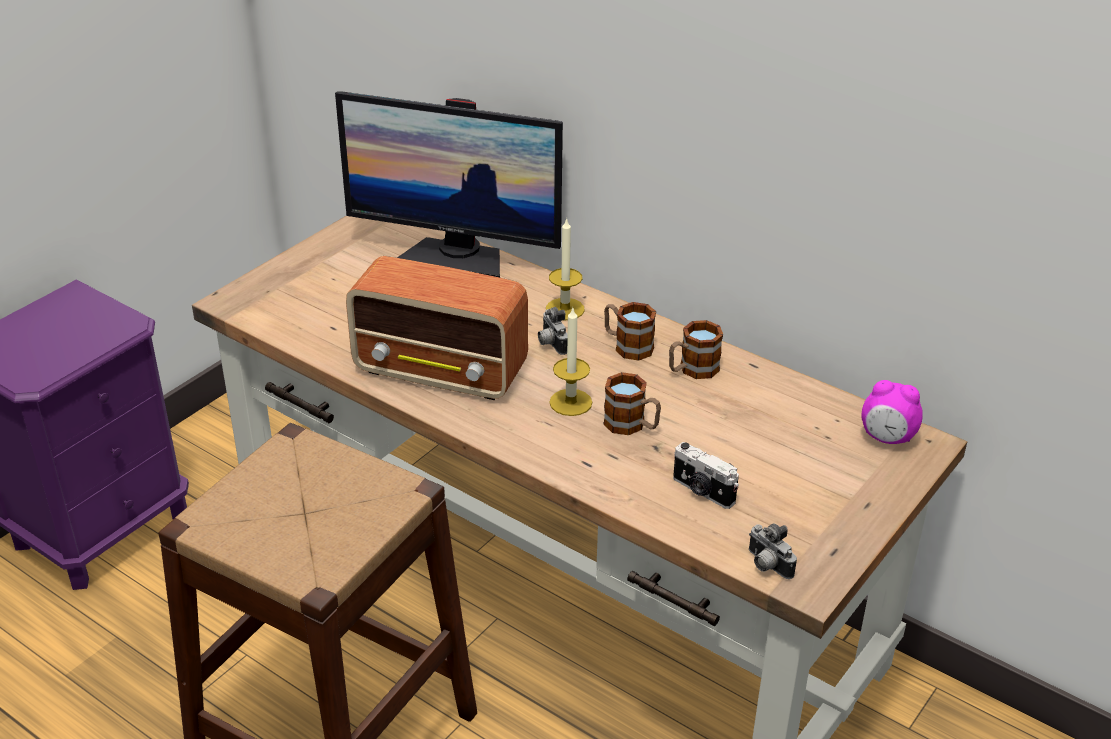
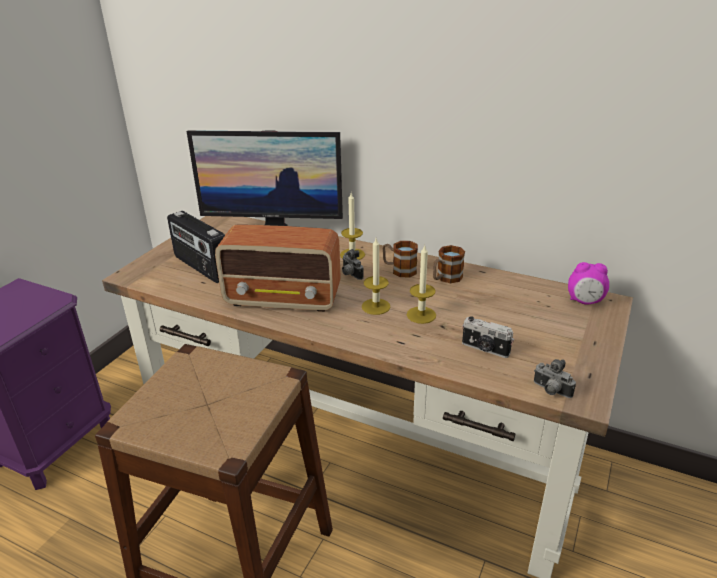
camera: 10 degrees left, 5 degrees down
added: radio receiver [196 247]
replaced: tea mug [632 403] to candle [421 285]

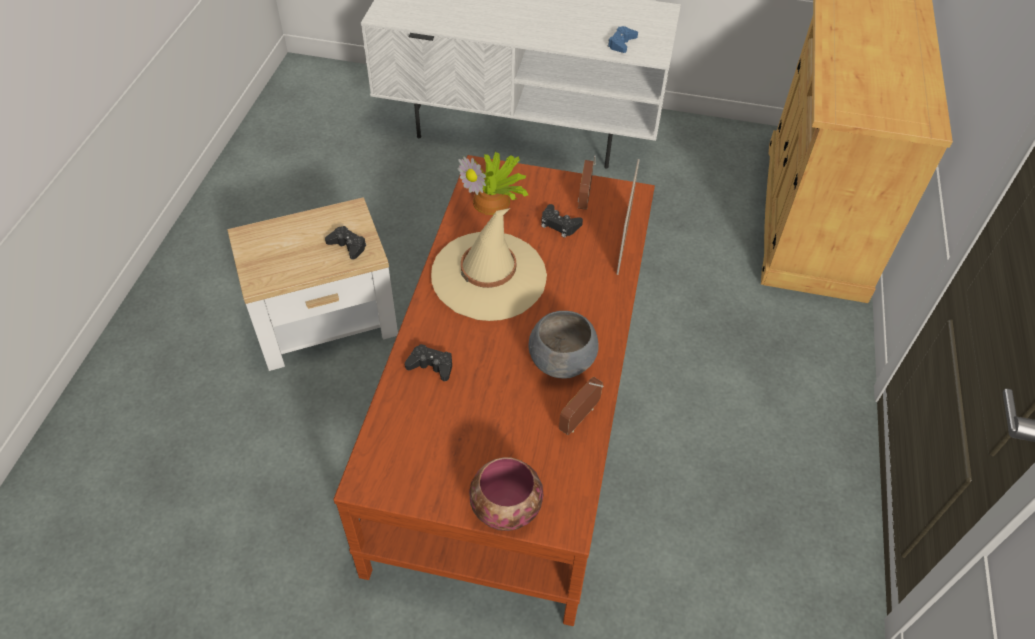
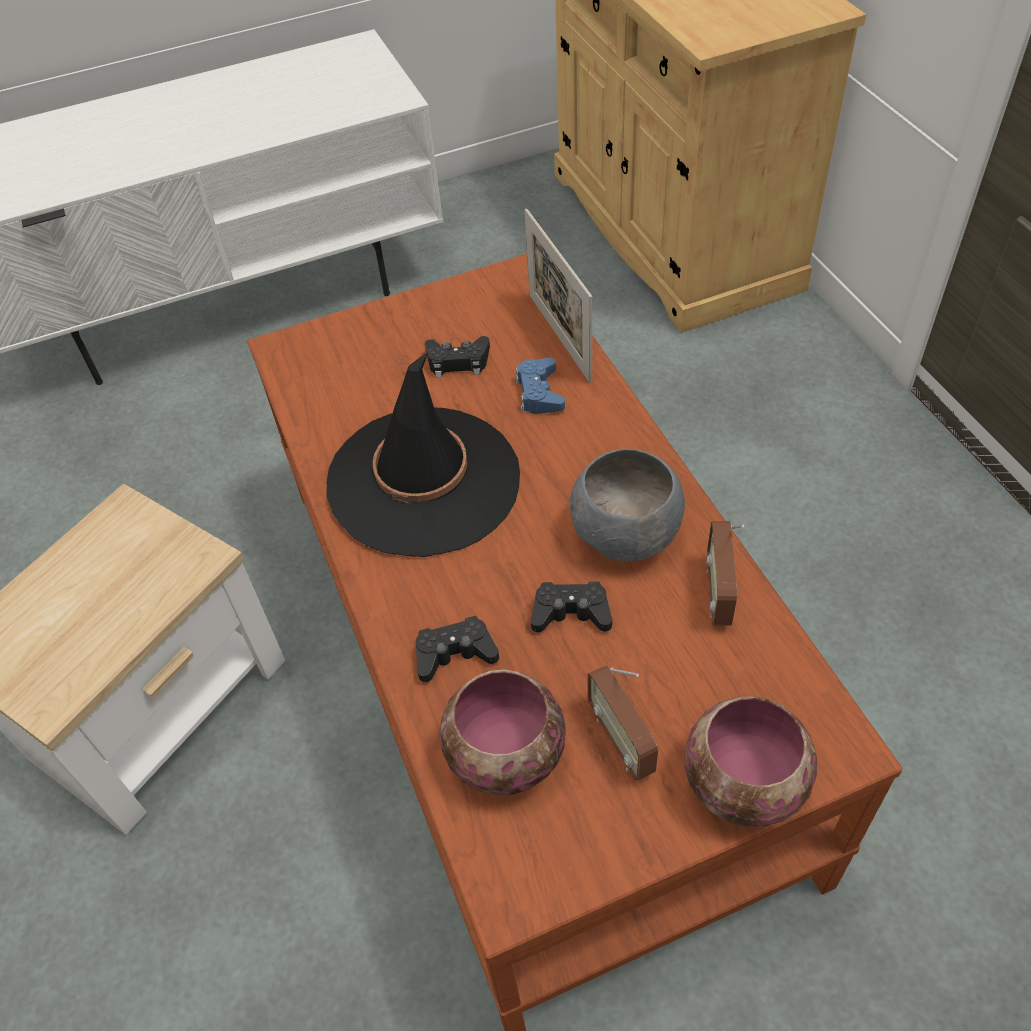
camera: 30 degrees left, 0 degrees up
removed: houseplant [492 183]
added: deep dish [502 732]
moved: gamepad (black-coloured) [345 243] to [571 607]; radio receiver [587 183] to [622 723]; gamepad (blue) [623 39] to [540 386]
recoloured: hat (beige) [489 264] to hat (black-coloured) [423 454]

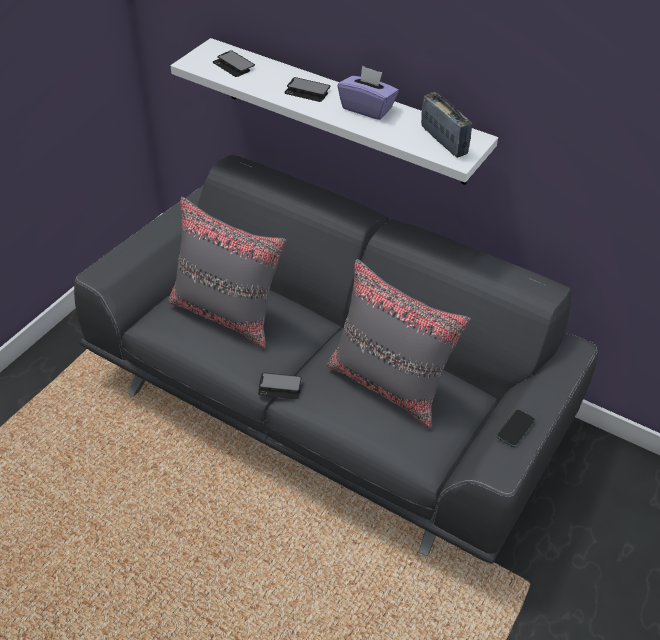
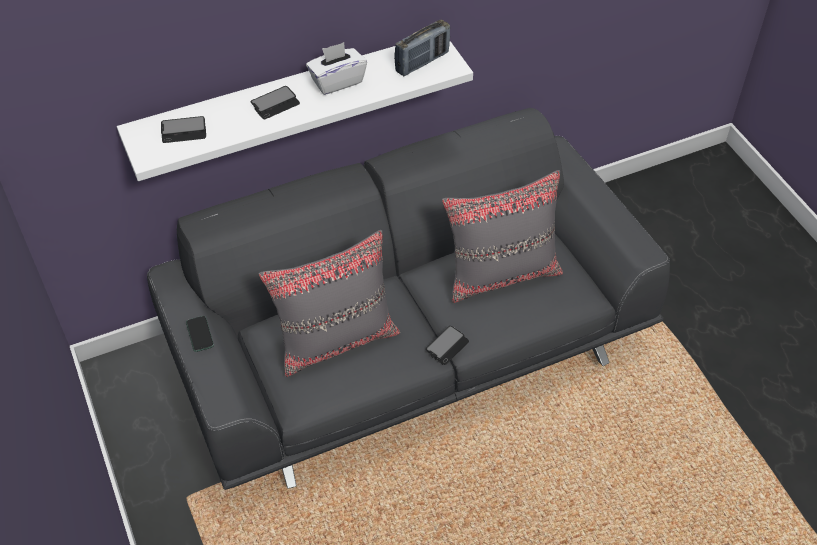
camera: 55 degrees left, 5 degrees up
moved: telephone [515 428] to [200 334]
recoloured: box of tissues (purplish) [368 93] to box of tissues (white) [336 68]
turned: radio receiver [446 125] = [422 48] 135 degrees clockwise

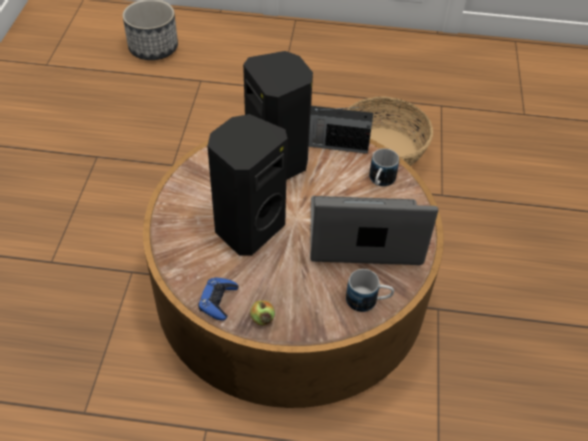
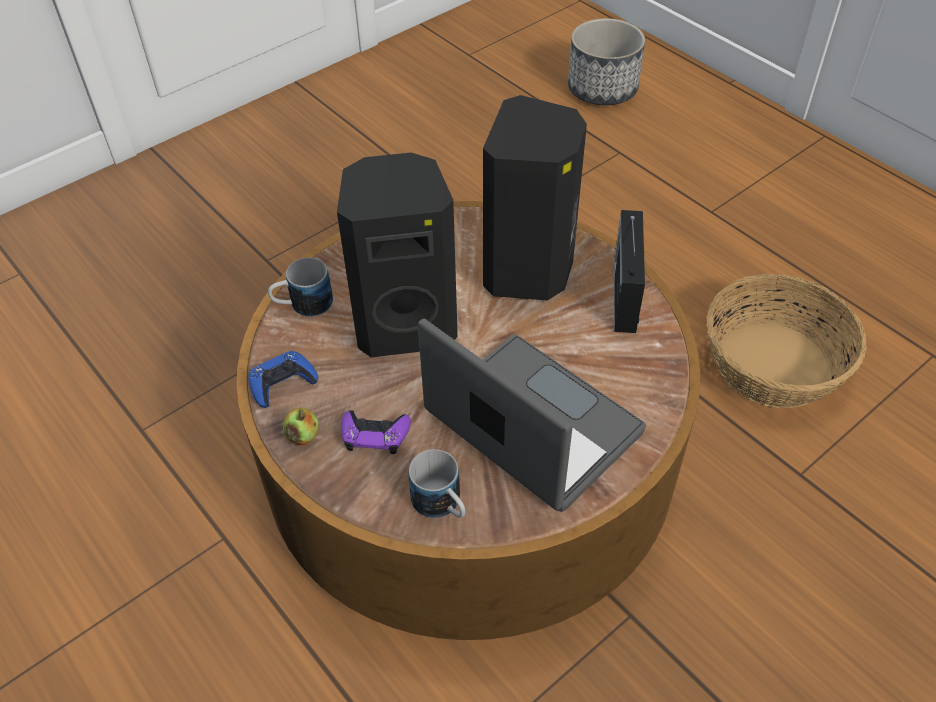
camera: 45 degrees right, 0 degrees up
added: gamepad (purplish) [376 432]
moved: tea mug [384 167] to [300 287]
turned: radio receiver [341 130] = [629 271] 45 degrees clockwise

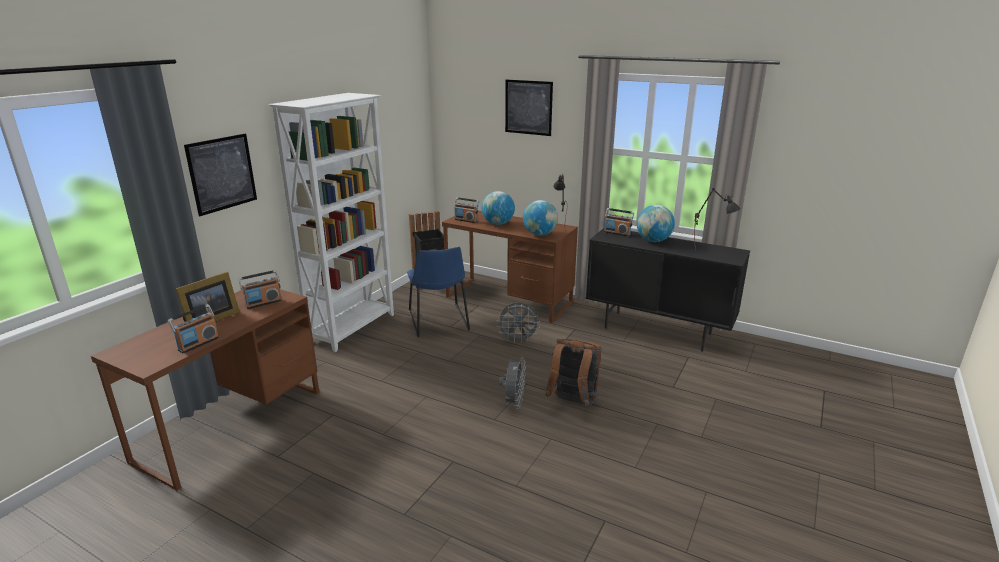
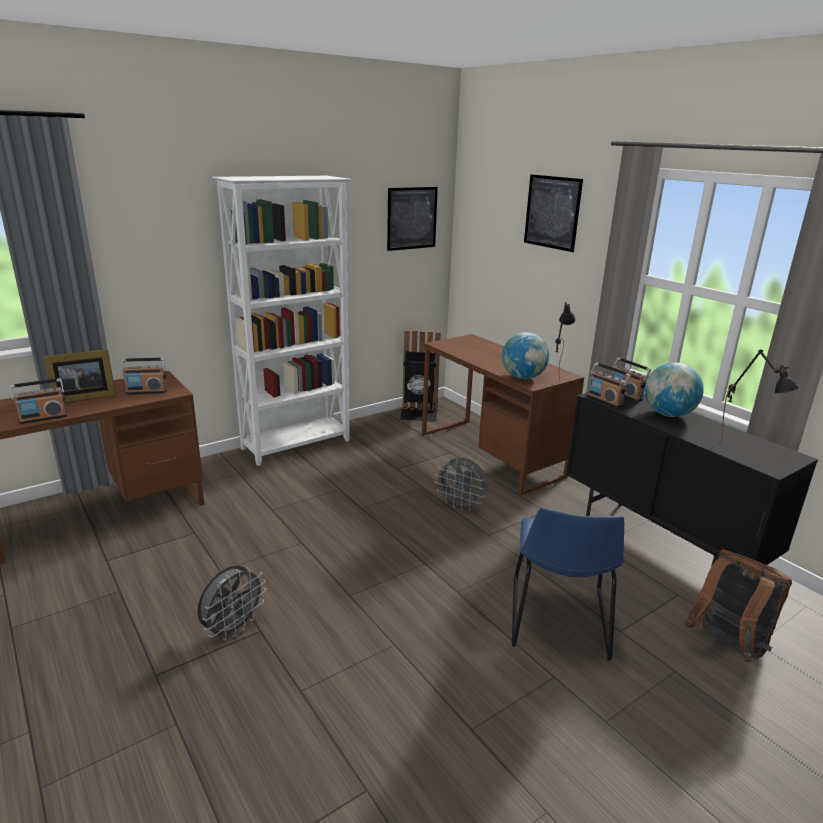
camera: 25 degrees right, 0 degrees up
removed: globe [498 208]
moved: wall art [220 175] to [412 219]; plain chair (blue) [438 292] to [568 583]; radio receiver [466 210] to [608 385]; cooling fan (greyish) [512 383] to [231 603]; knapsack (brown) [573 372] to [738 605]

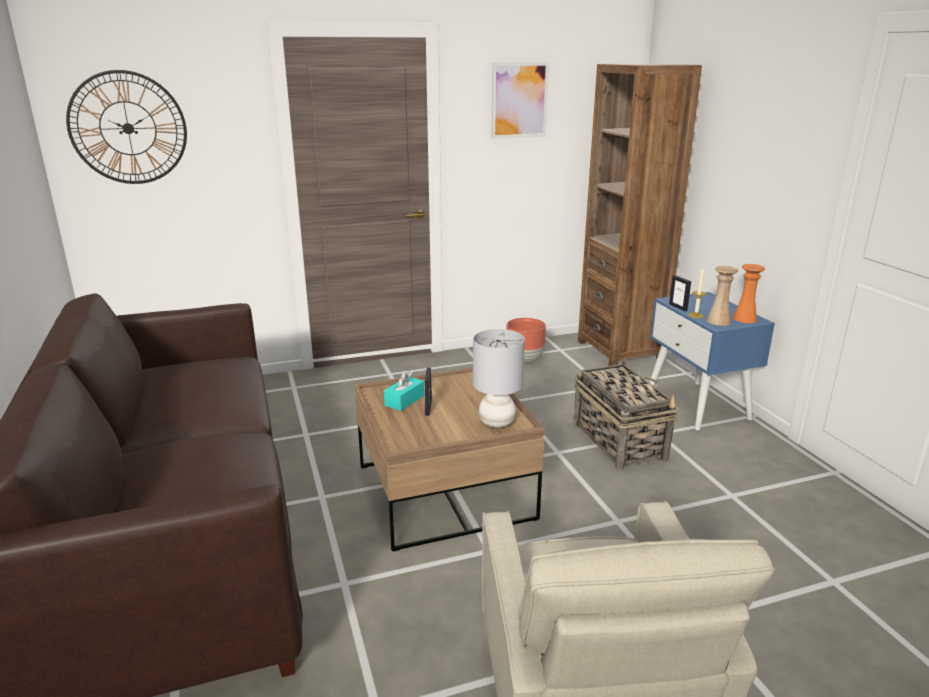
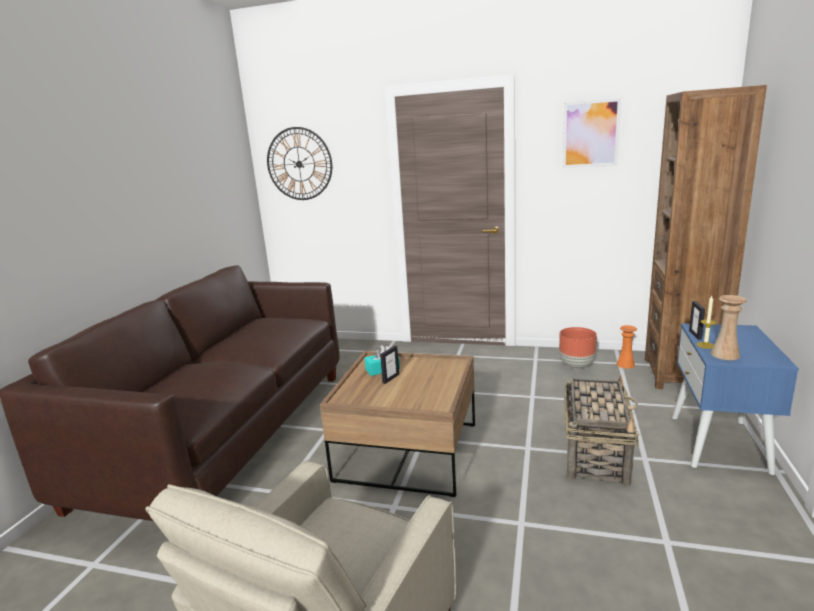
camera: 35 degrees right, 5 degrees down
removed: table lamp (greyish) [499 378]
moved: decorative vase (orange) [749 293] to [627 347]

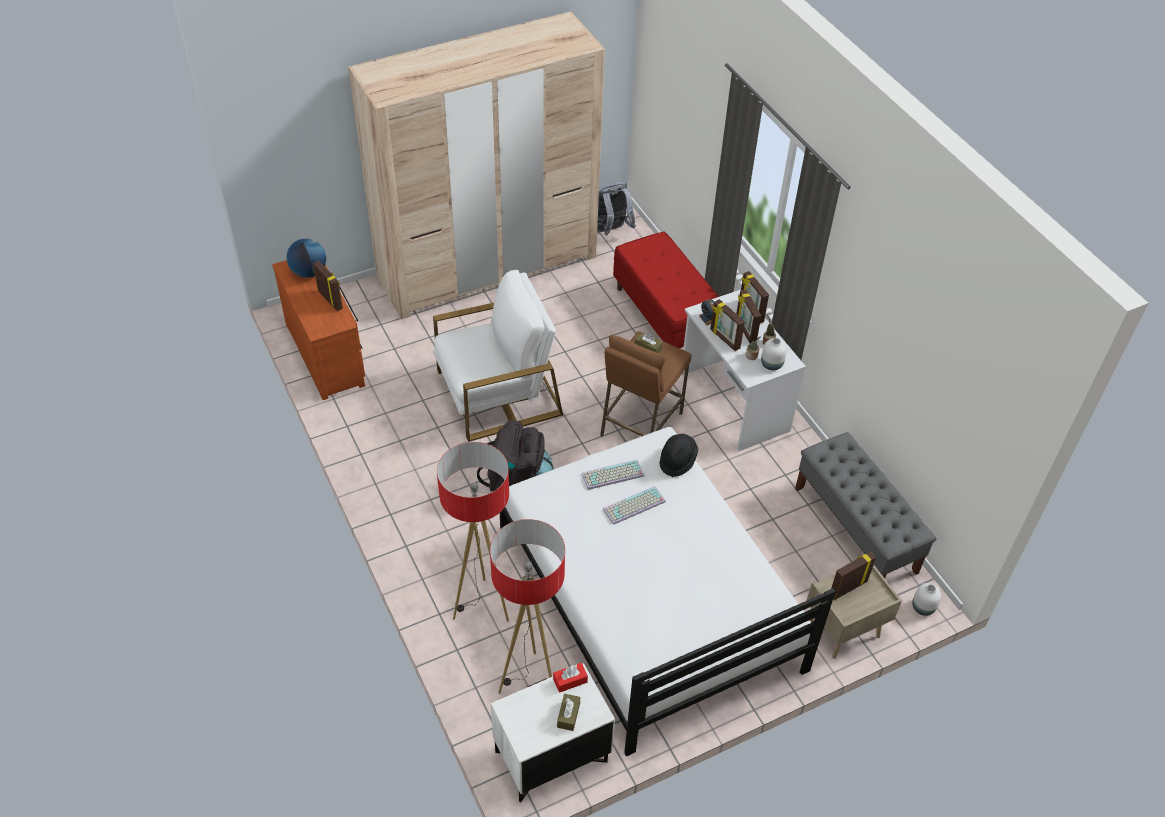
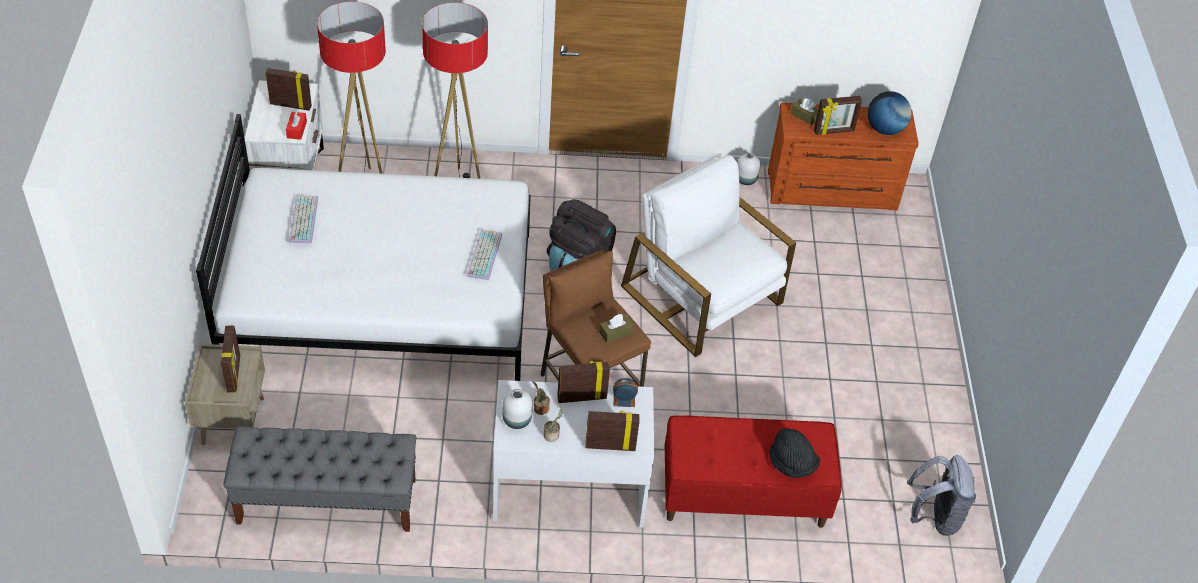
camera: 115 degrees right, 0 degrees up
removed: clothes cupboard (beige) [476 165]
moved: box of tissues (brown) [568 712] to [804 112]; computer keyboard [634 505] to [303 219]; hat (black-coloured) [679 455] to [794 453]; picture frame [748 316] to [289 89]; decorative vase (white) [926 599] to [749 169]
turned: armchair (white) [498 356] = [708 255] 135 degrees clockwise

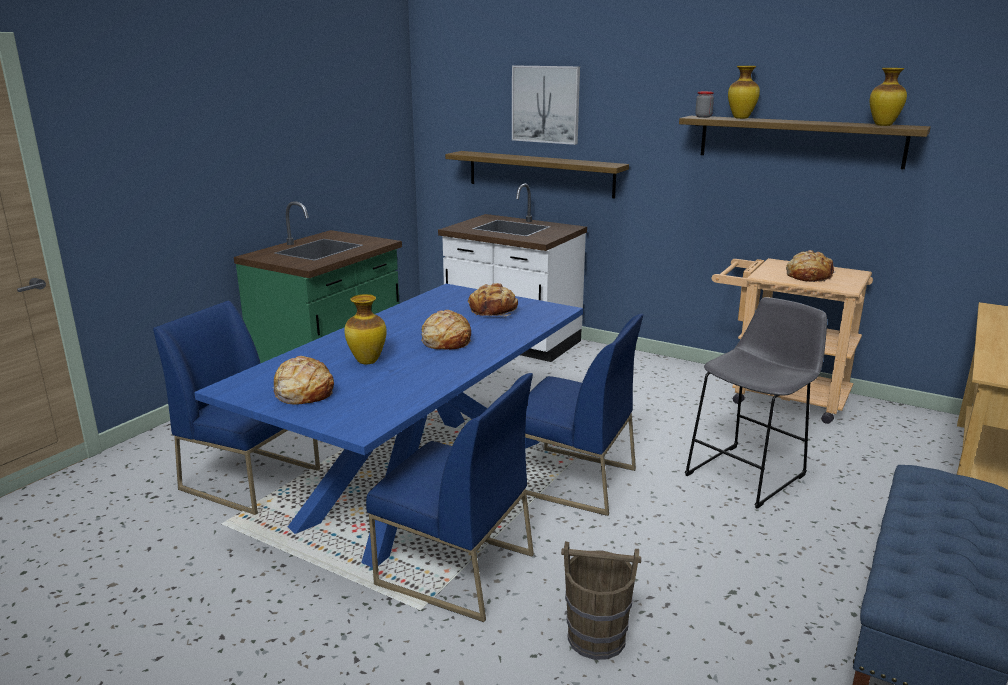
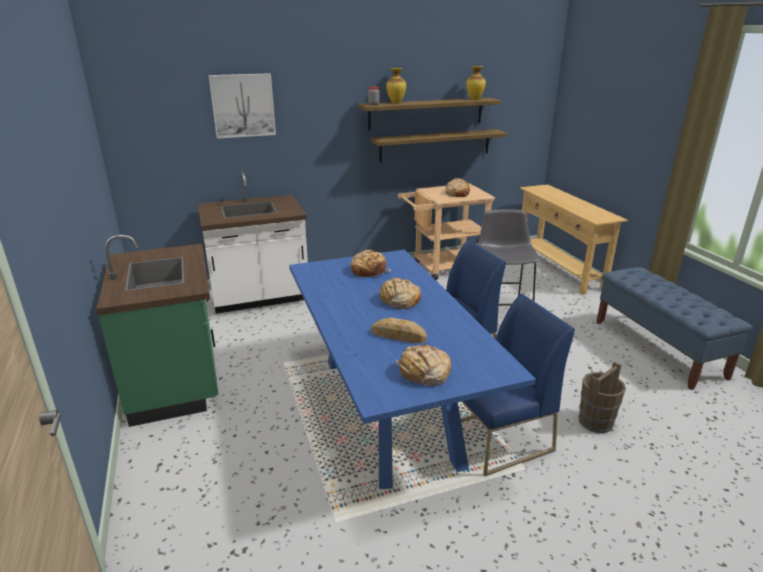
camera: 50 degrees left, 5 degrees up
removed: plain chair (blue) [236 408]
moved: bracket shelf [537 175] to [439 145]
replaced: decorative vase [365 329] to baked bread [399 330]

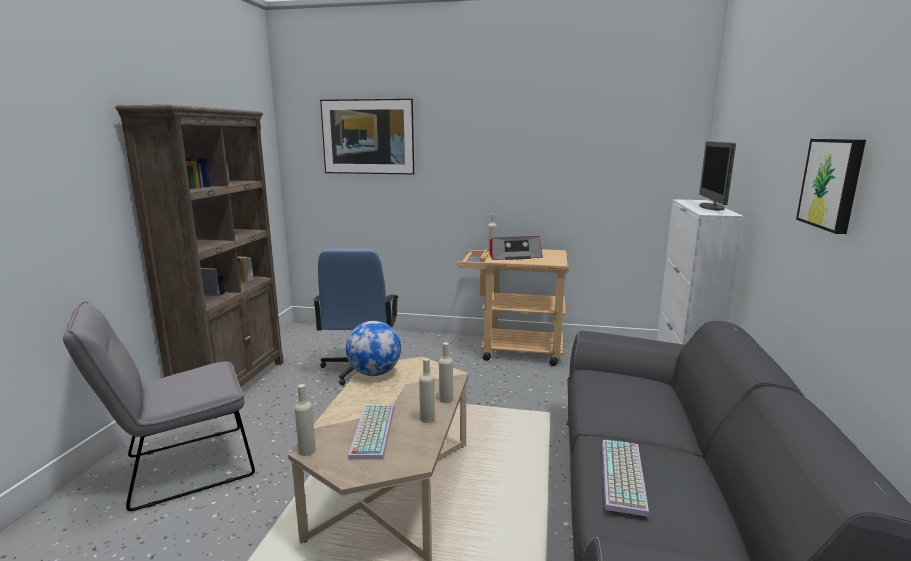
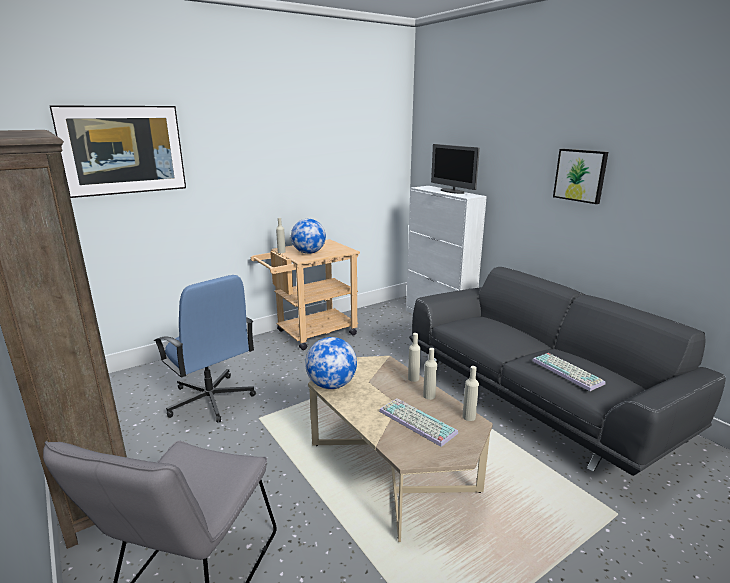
camera: 45 degrees left, 5 degrees up
moved: bottle (beige) [305 420] to [470 393]
replaced: radio receiver [516 248] to globe [308 236]

